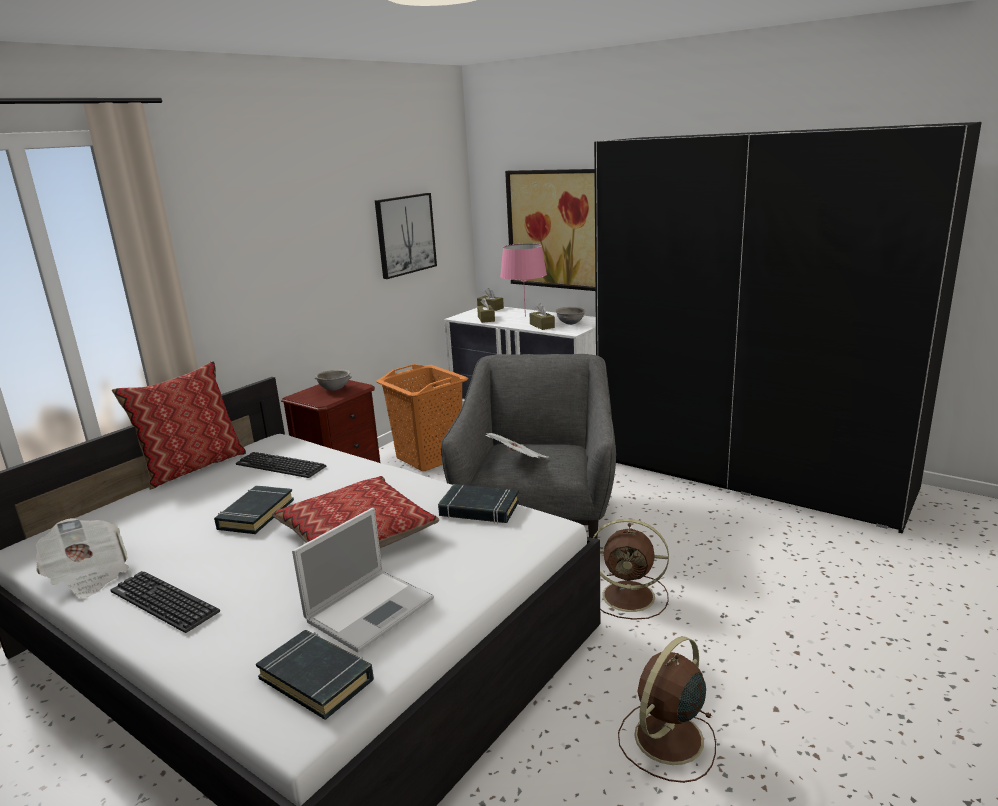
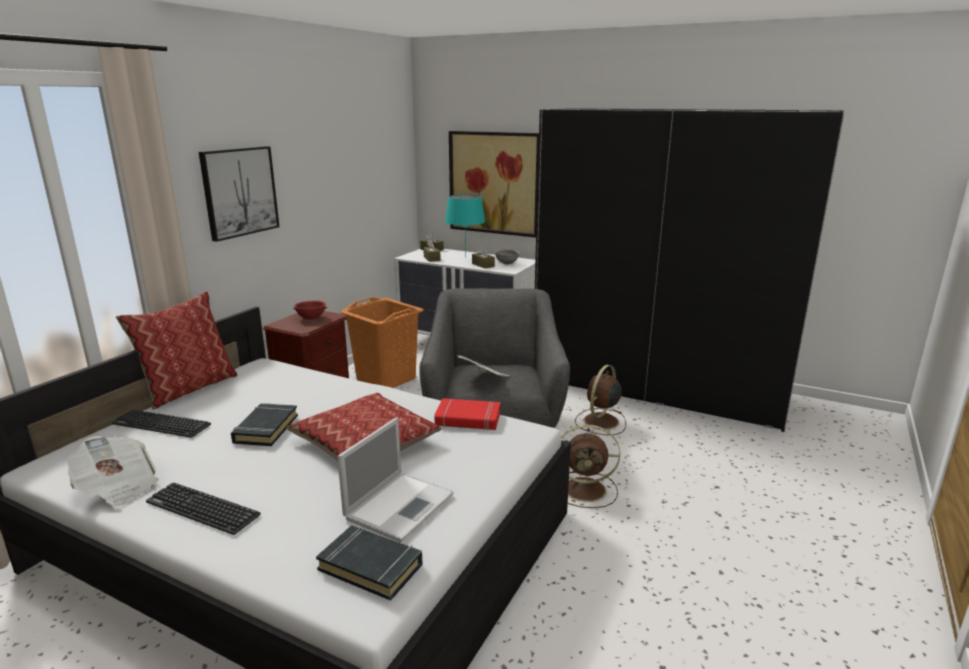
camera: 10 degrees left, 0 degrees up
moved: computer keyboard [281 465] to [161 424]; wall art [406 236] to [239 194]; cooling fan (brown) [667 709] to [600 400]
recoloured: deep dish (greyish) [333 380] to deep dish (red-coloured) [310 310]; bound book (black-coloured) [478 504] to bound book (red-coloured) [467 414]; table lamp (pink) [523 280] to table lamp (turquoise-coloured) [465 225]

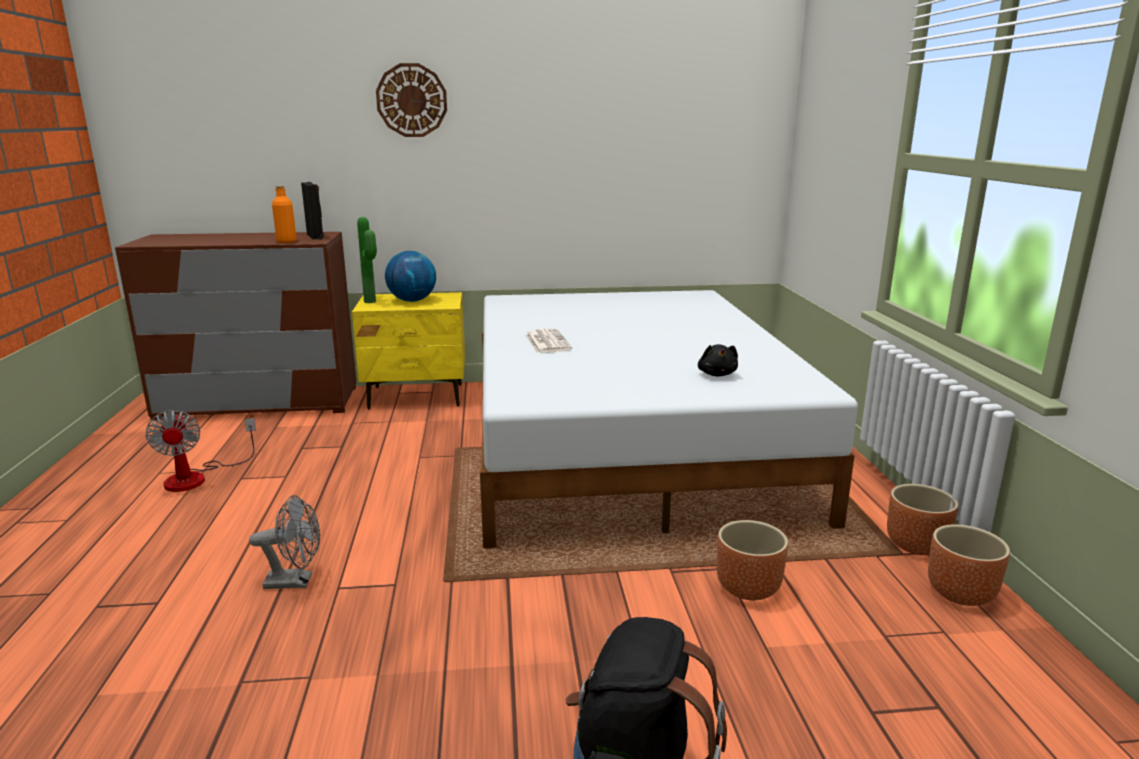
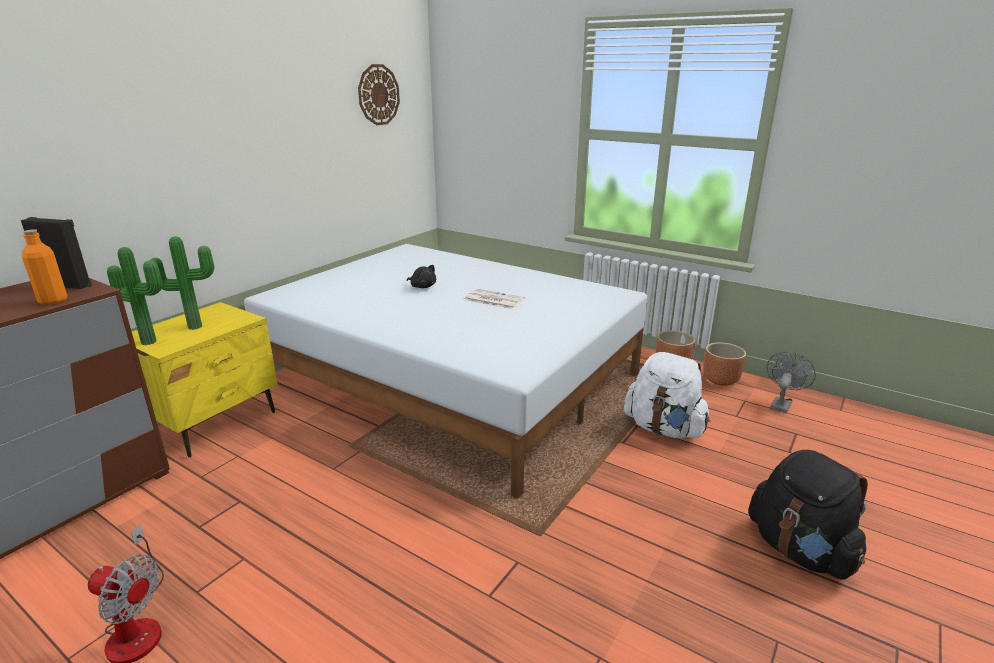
camera: 50 degrees left, 5 degrees up
moved: cooling fan (greyish) [284 542] to [791 382]; wall clock [411 100] to [379 94]; daily paper [548 341] to [494 299]; soft toy (black-coloured) [718 360] to [421 276]
replaced: globe [410 276] to houseplant [182 283]; plant pot (brown) [752 560] to knapsack (white) [667 395]

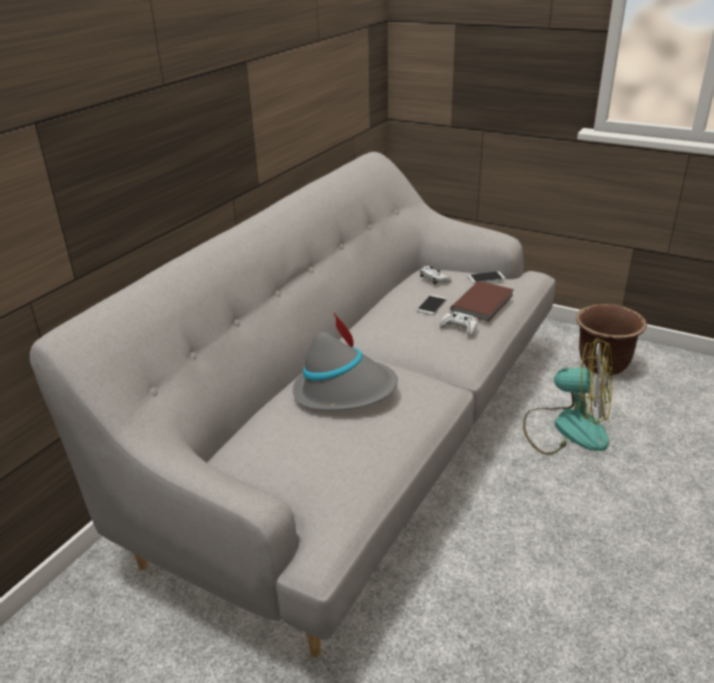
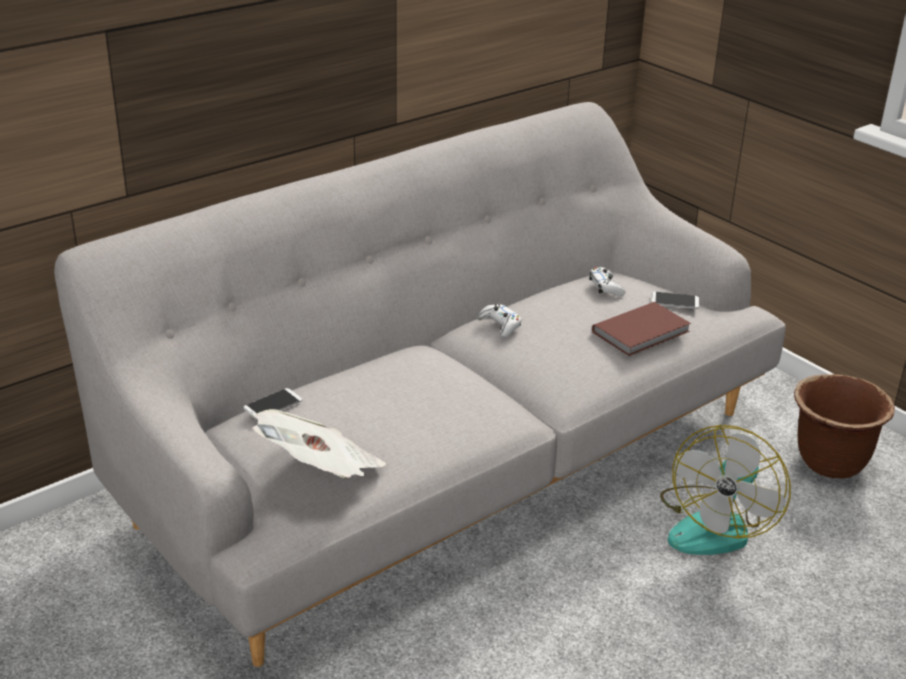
camera: 20 degrees right, 0 degrees up
removed: hat (greyish) [345 361]
added: daily paper [319 444]
moved: telephone [432 305] to [272 404]; gamepad (white) [459 323] to [499 320]
turned: cooling fan [567 396] = [725 490] 75 degrees clockwise

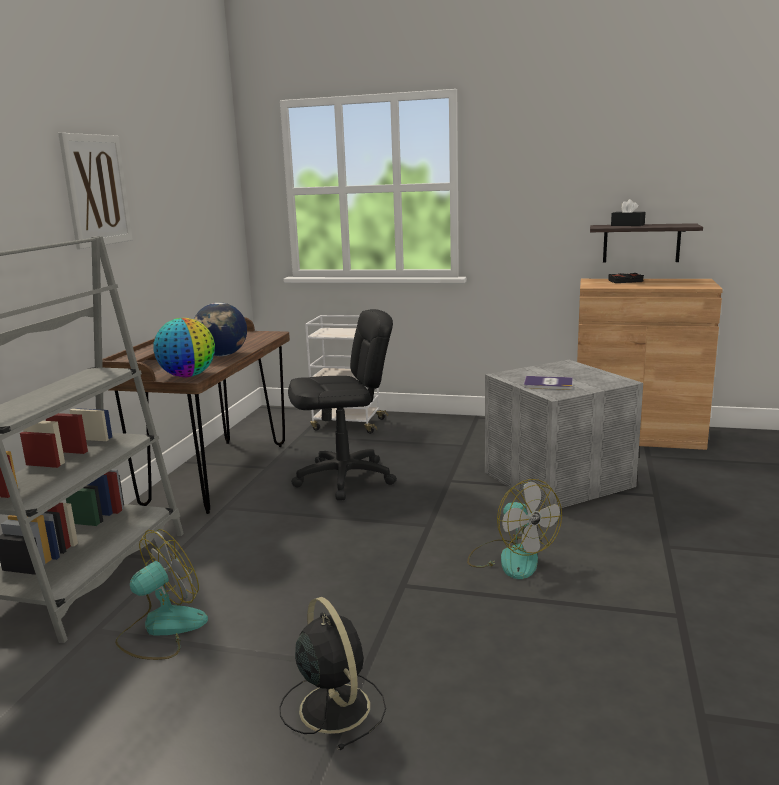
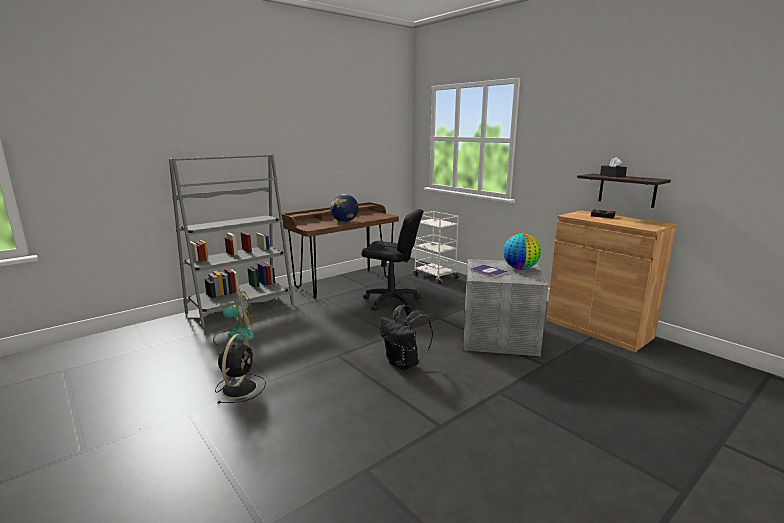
camera: 35 degrees right, 0 degrees up
removed: wall art [95 191]
moved: globe [184 347] to [522 252]
replaced: cooling fan [514 529] to knapsack (black-coloured) [406 337]

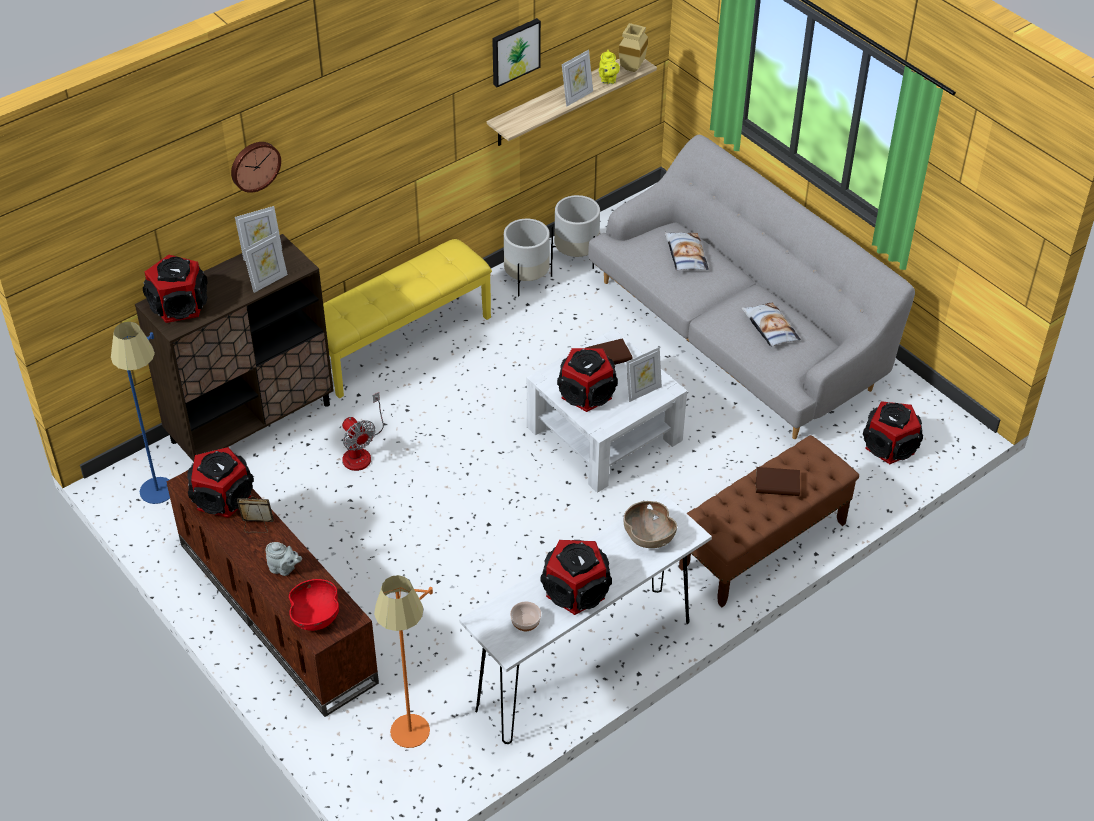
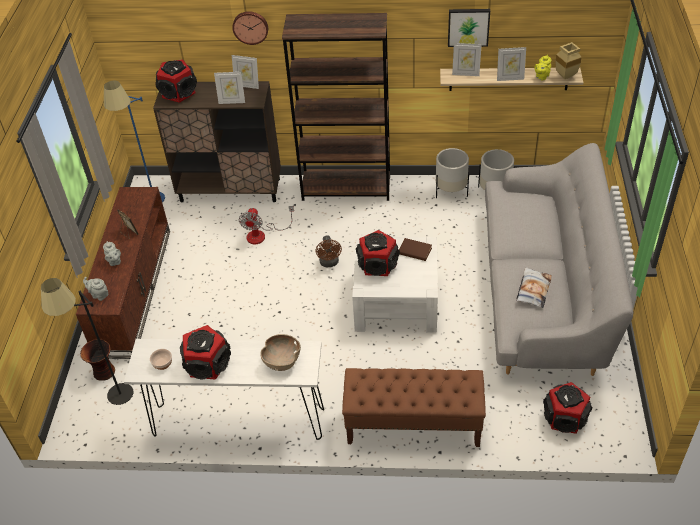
camera: 45 degrees right, 0 degrees up
removed: loudspeaker [220 482]; cushion [687 251]; bound book (brown) [778 481]
added: decorative vase [97 360]; cooling fan (brown) [329 251]
moved: picture frame [644 374] to [467 59]
replaced: deep dish (red-coloured) [314 605] to pot for tea (greyish) [96 289]; indoor bench (yellow-coloured) [407 318] to shelving unit (brown) [336 107]
recoloured: floor lamp (orange) [403 661] to floor lamp (black-coloured) [87 341]

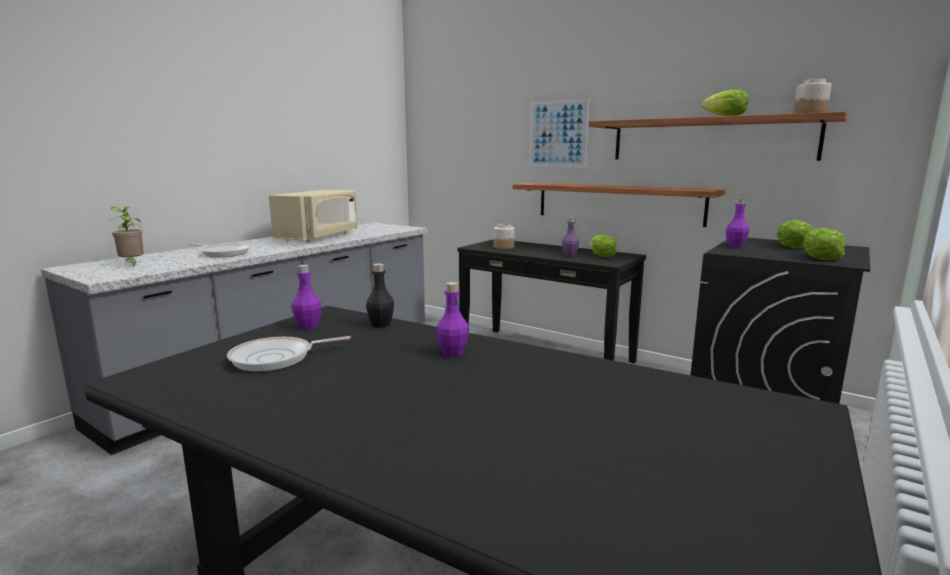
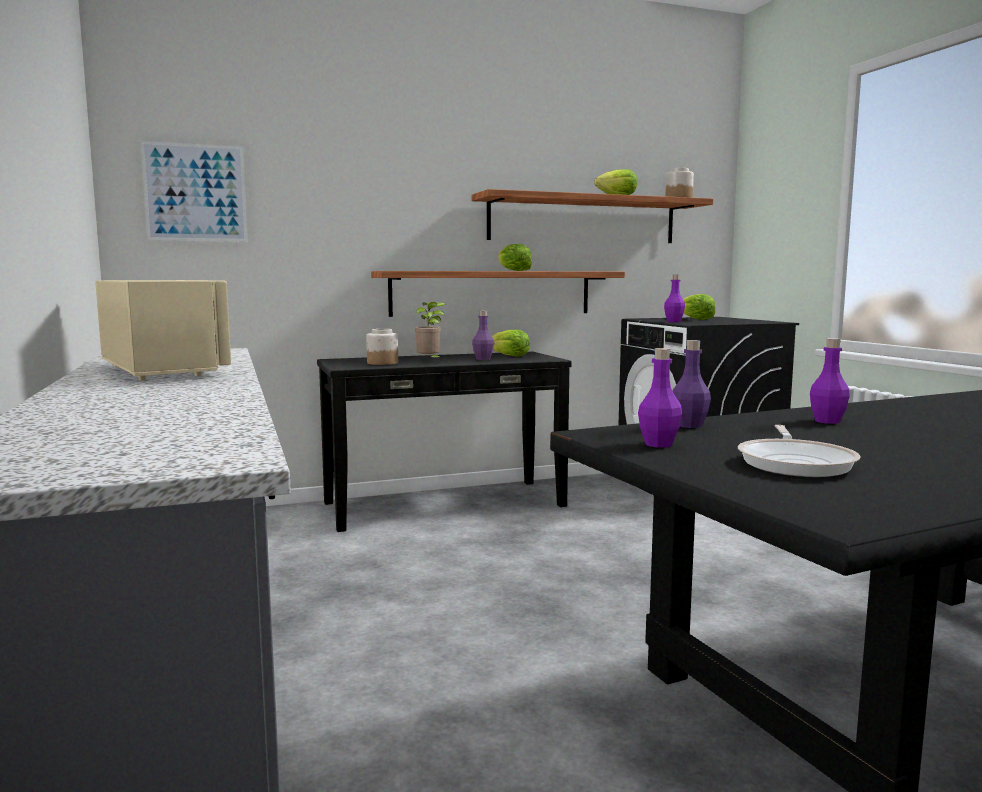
camera: 55 degrees left, 5 degrees down
removed: frying pan [219 250]
moved: houseplant [126 236] to [430 329]; wall art [559 133] to [194 191]; head of lettuce [824 244] to [515 257]
recoloured: bottle (black-coloured) [380 295] to bottle (purplish) [692 384]

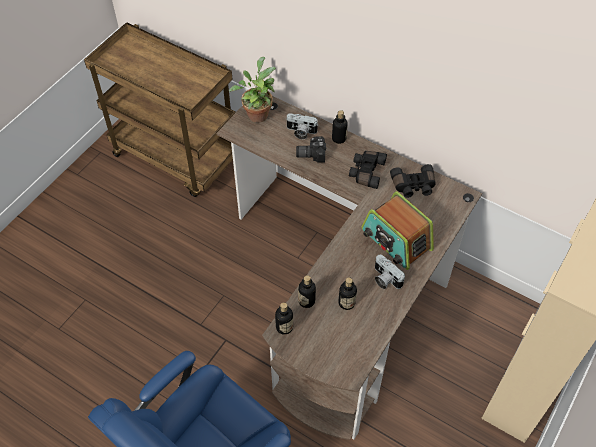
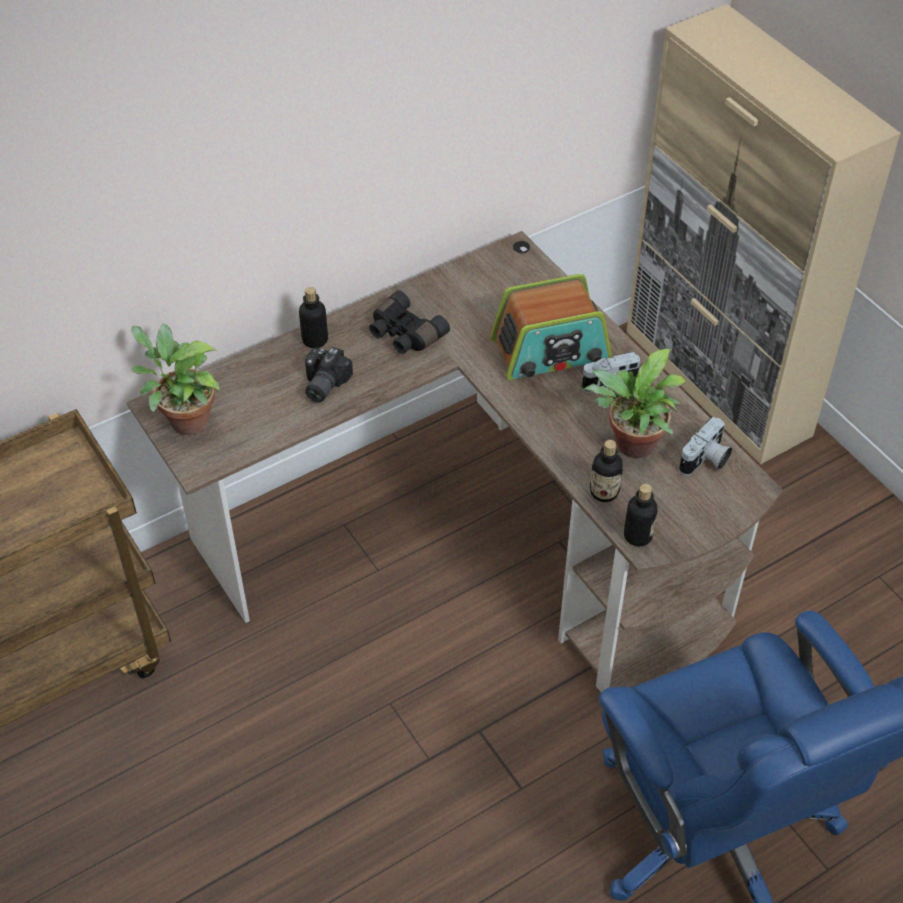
camera: 65 degrees left, 5 degrees down
removed: binoculars (black-coloured) [413 181]
moved: still camera [302 126] to [706 446]
replaced: bottle [347 293] to houseplant [634 403]

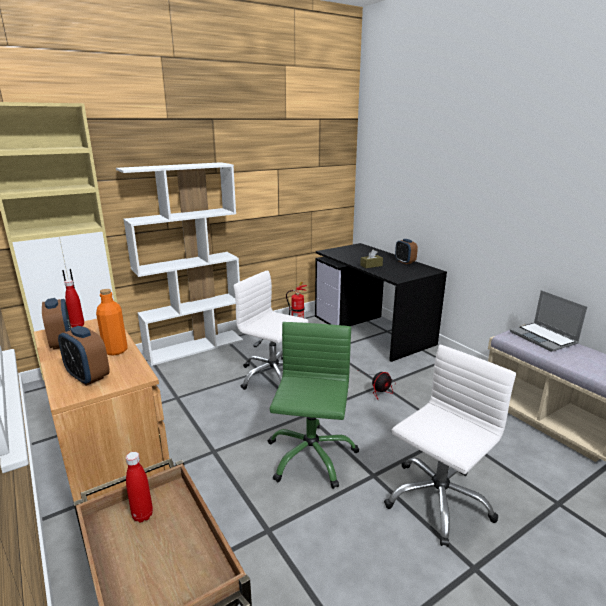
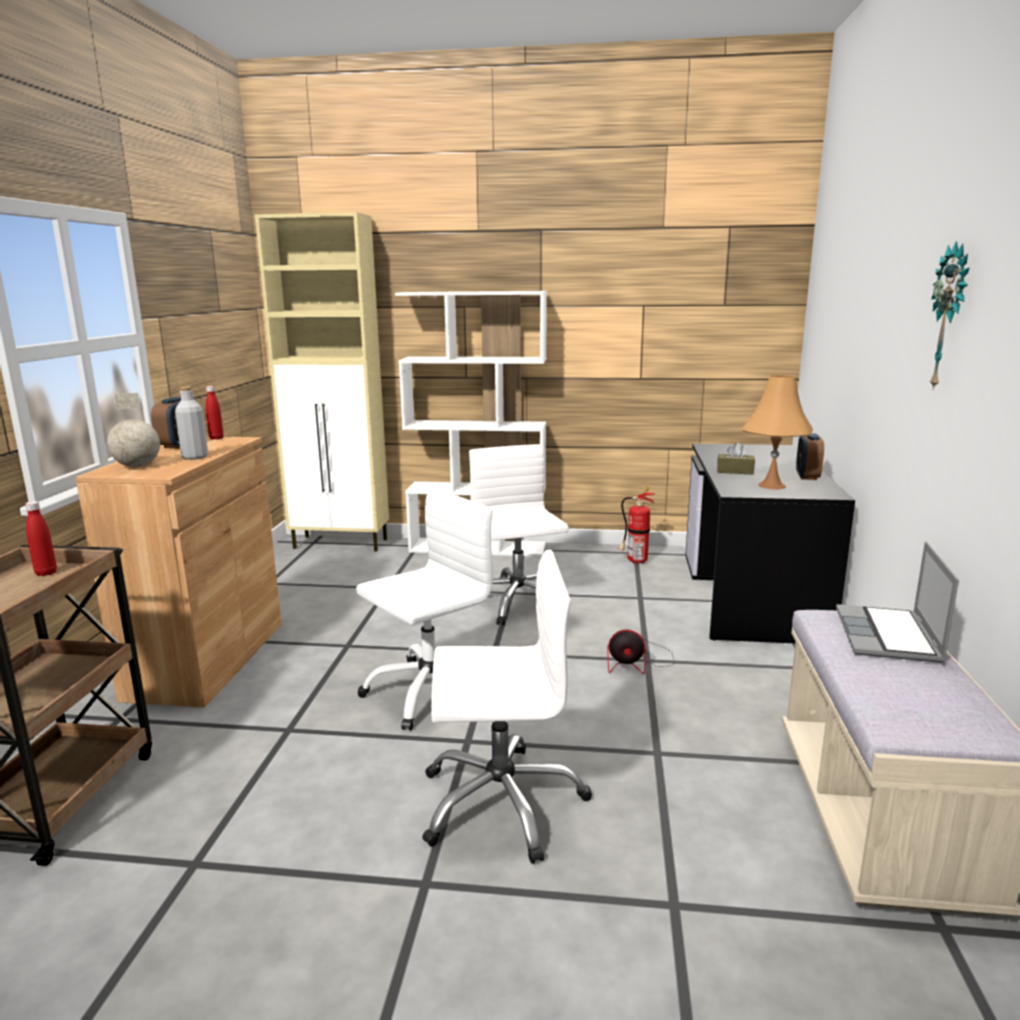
camera: 40 degrees right, 5 degrees down
added: table lamp (orange) [777 432]; wall clock [950 315]
replaced: table clock [84 356] to globe [133 430]
recoloured: bottle (orange) [112 322] to bottle (greyish) [191 423]; desk chair (green) [313 405] to desk chair (white) [424 609]

